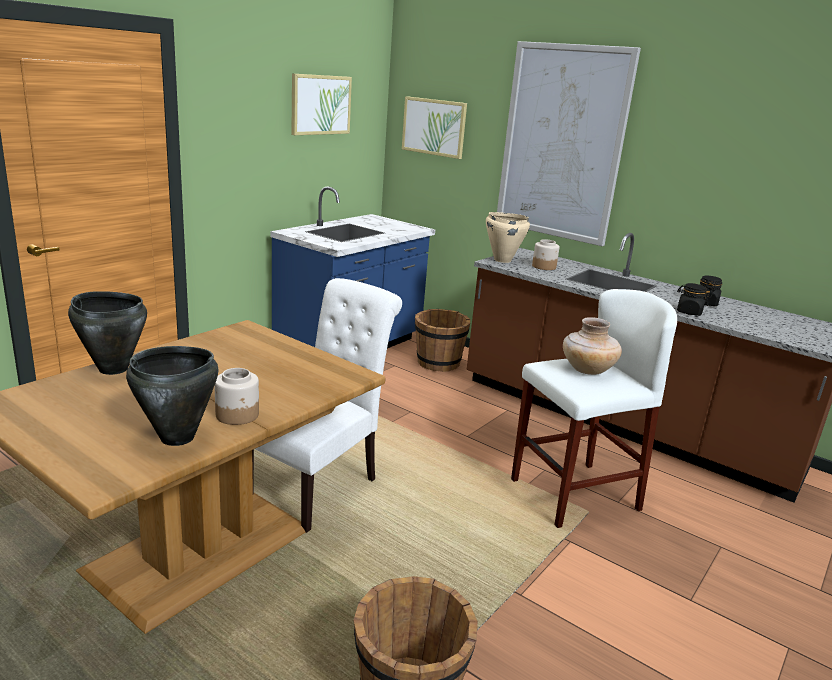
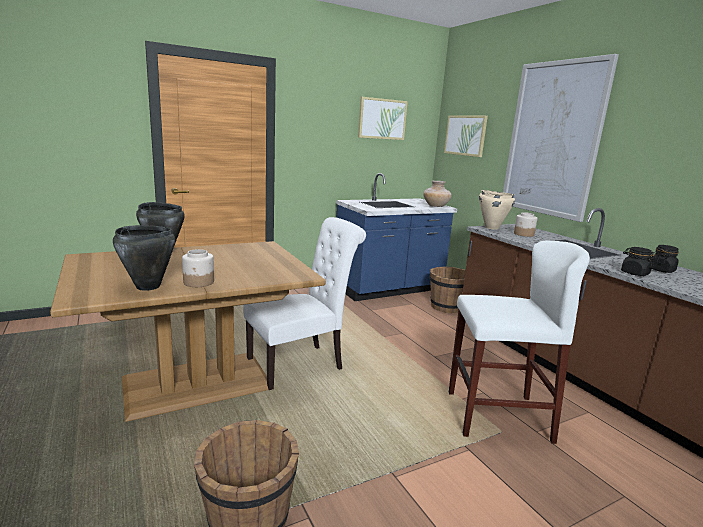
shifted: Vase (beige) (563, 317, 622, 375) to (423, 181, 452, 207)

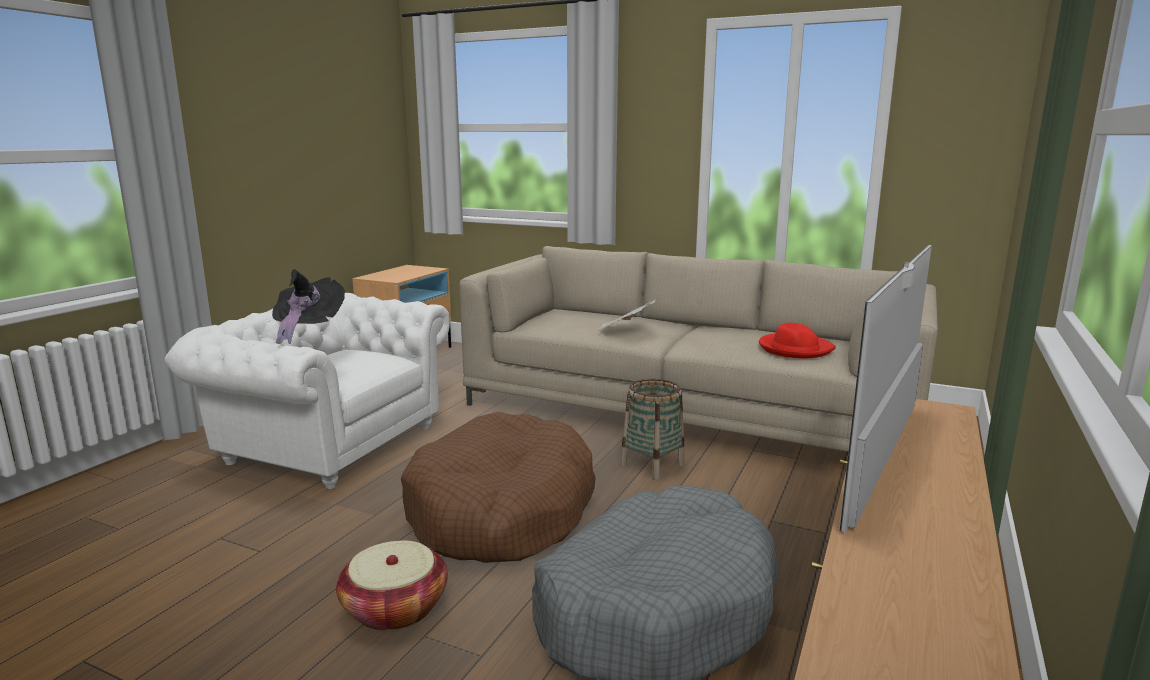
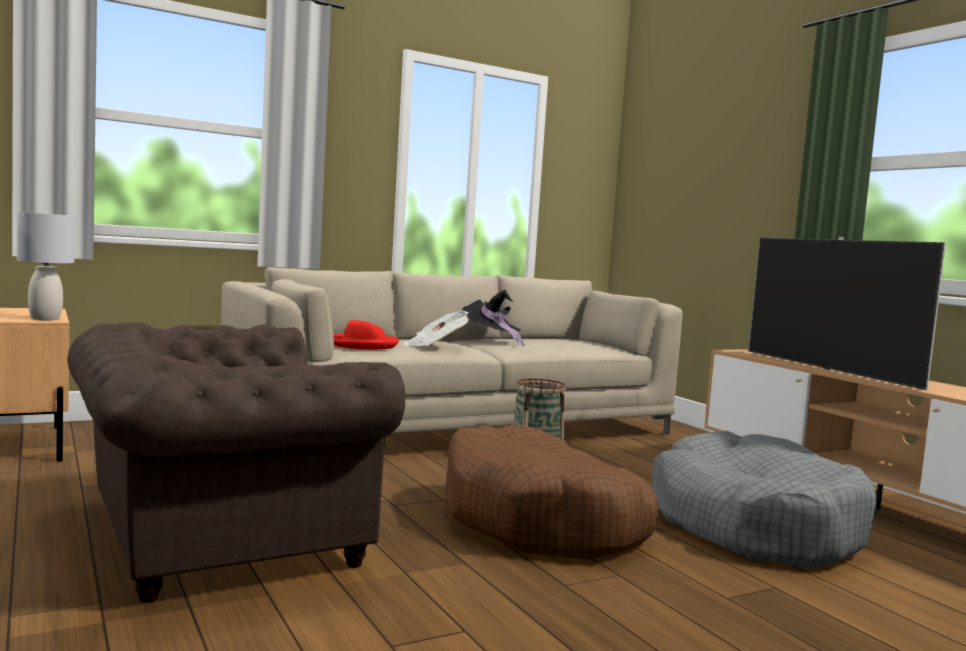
gone: Korb (336, 541, 448, 631)
new: Tischlampe (grau) (17, 212, 75, 320)
shifted: Hut (schwarz) (272, 269, 345, 344) to (462, 290, 525, 346); Hut (rot) (759, 323, 836, 358) to (333, 320, 399, 350)
repainted: Sessel (weiß) (165, 293, 450, 489) to Sessel (braun) (67, 322, 405, 603)

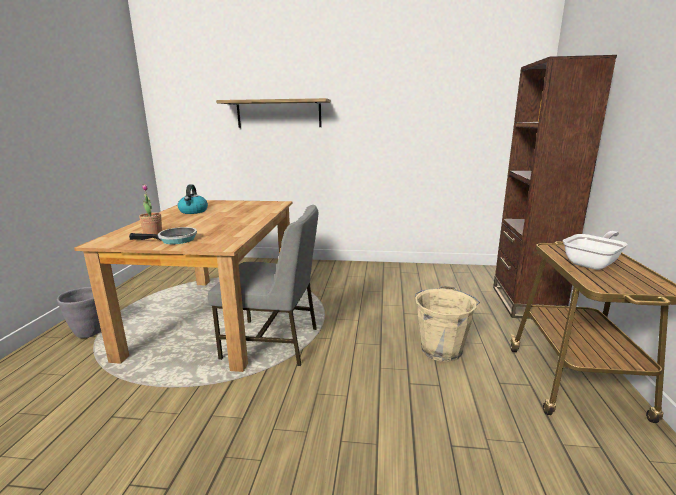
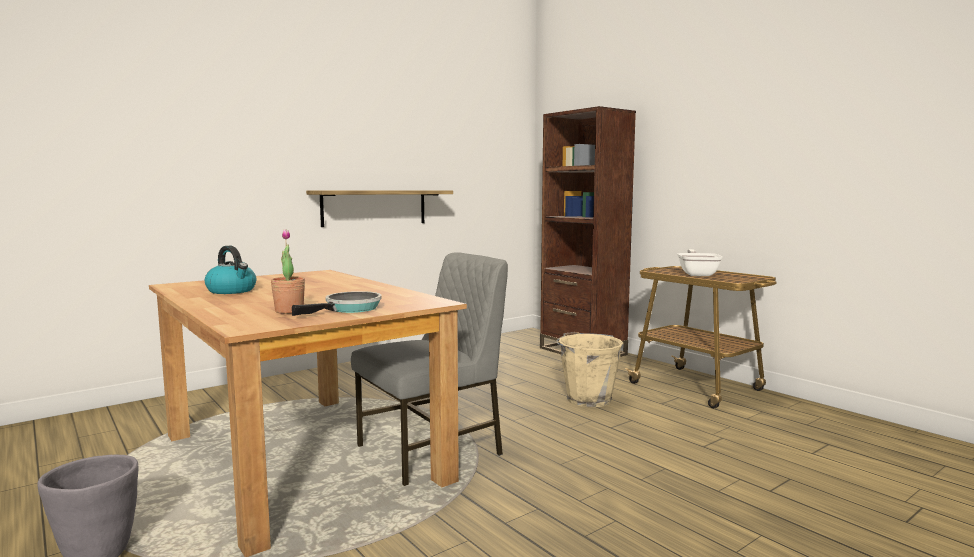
shifted: Wandregal (216, 98, 331, 128) to (306, 190, 453, 227)

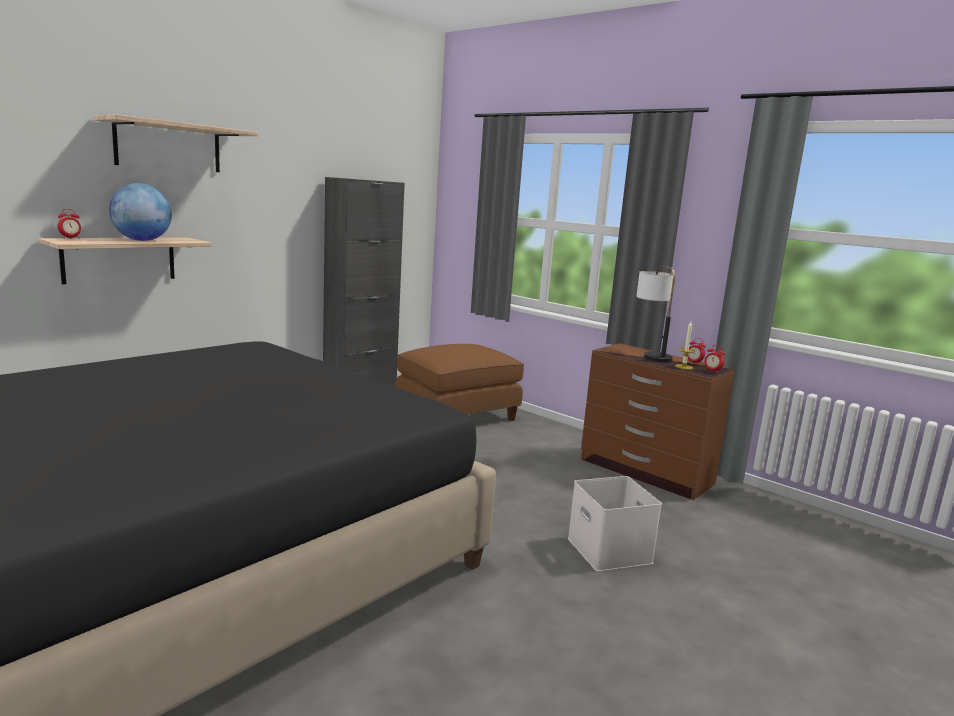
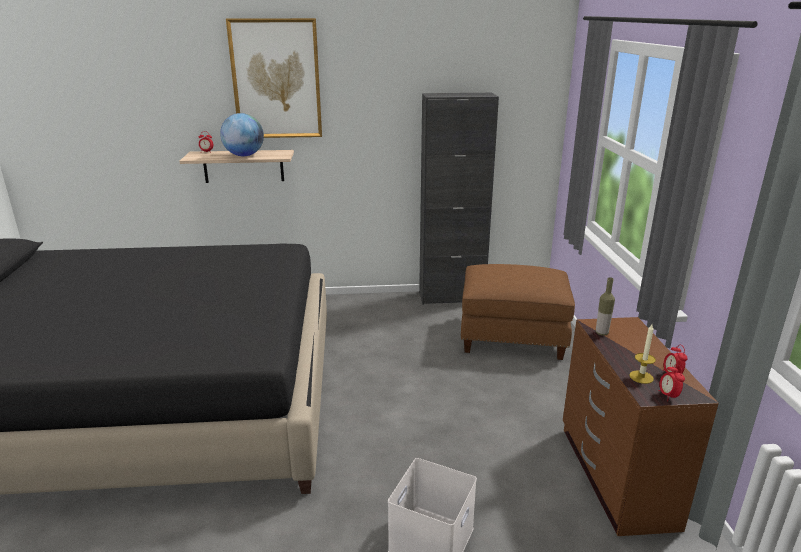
gone: Tischlampe (636, 265, 675, 362)
new: Flasche (596, 277, 615, 336)
swapped: Wandregal (93, 114, 258, 172) to Bild (226, 18, 322, 138)

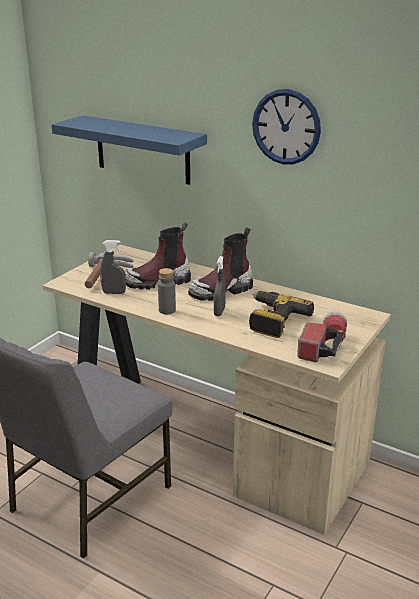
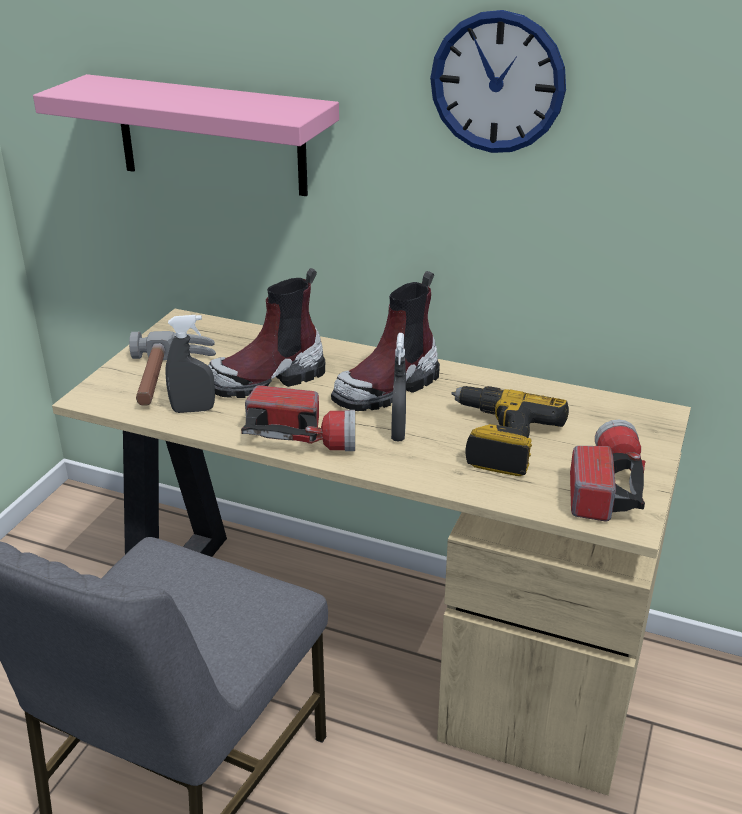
swapped: Flasche (grau) (158, 268, 176, 314) to Taschenlampe (241, 385, 355, 451)
repainted: Wandregal (blau) (52, 115, 207, 185) to Wandregal (rosa) (33, 74, 339, 196)

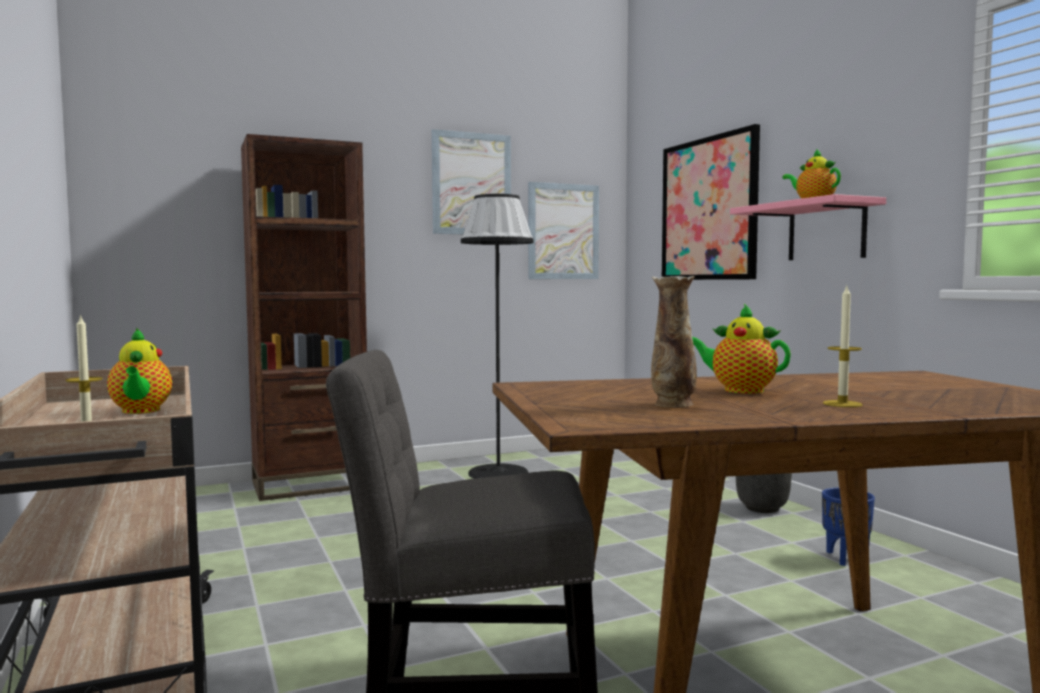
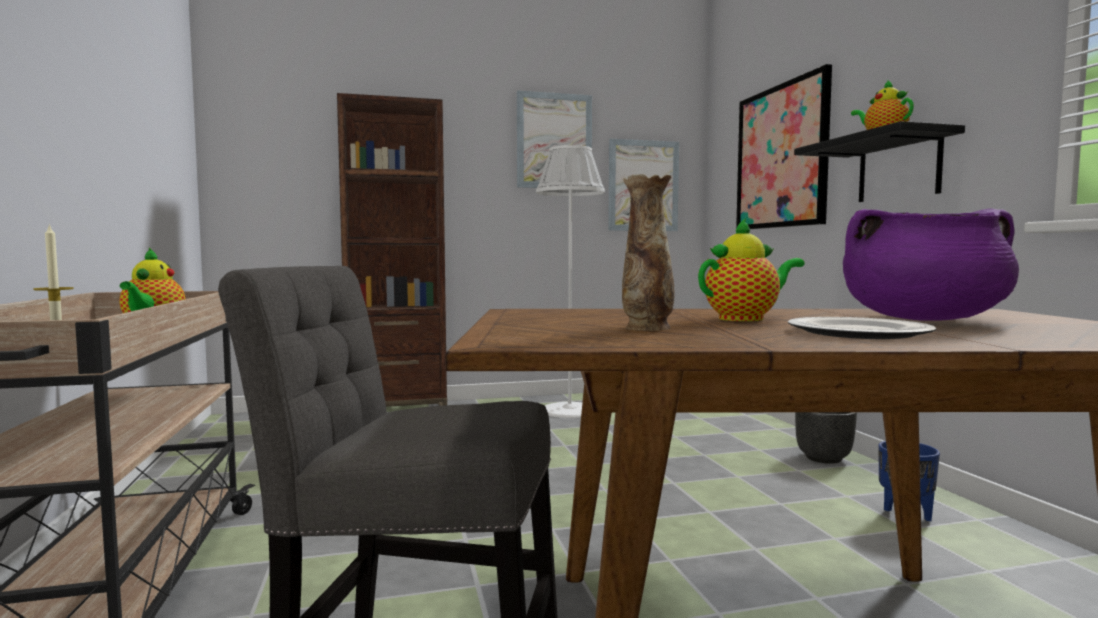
new: Kochtopf (lila) (843, 208, 1019, 321)
swapped: Kerze (823, 286, 863, 407) to Teller (788, 317, 937, 339)
repainted: Stehlampe (schwarz) (461, 194, 534, 479) to Stehlampe (weiß) (536, 145, 605, 418); Wandregal (rosa) (730, 194, 886, 260) to Wandregal (schwarz) (794, 121, 965, 202)
rotated: Teekanne (692, 304, 791, 394) = (698, 218, 804, 321) 120 degrees clockwise

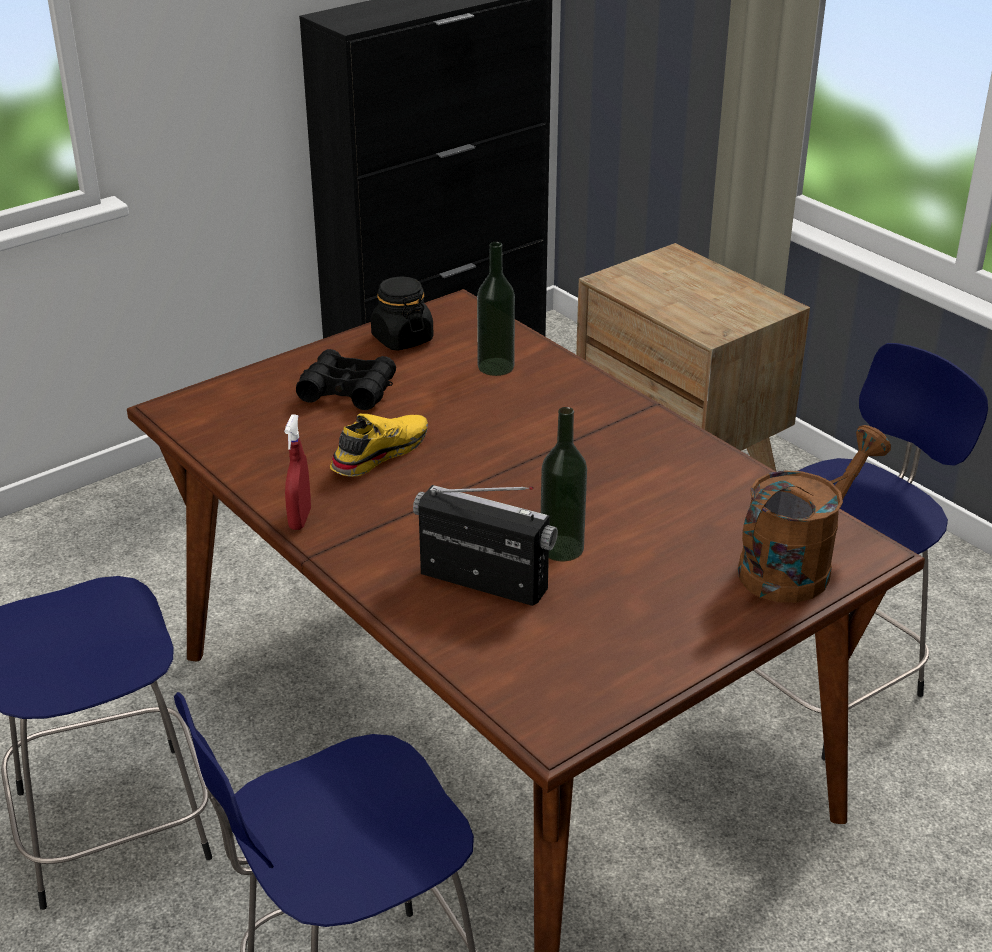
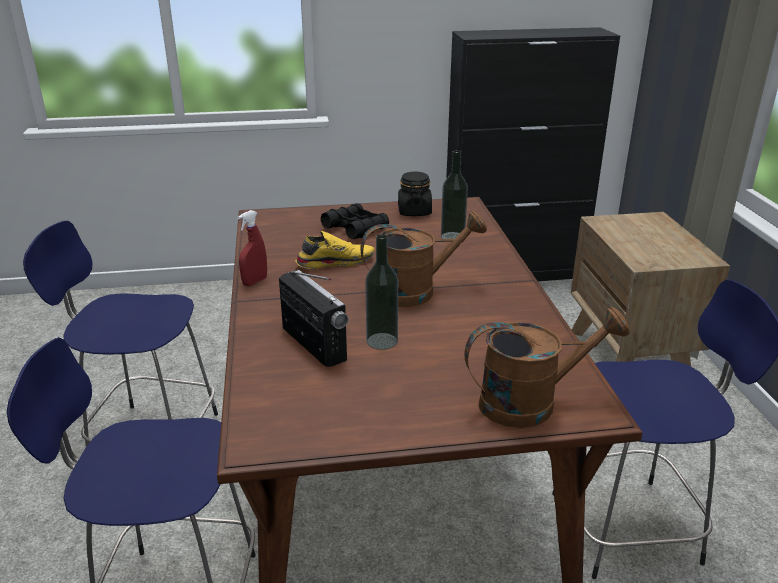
new: Gießkanne (braun) (360, 211, 487, 307)

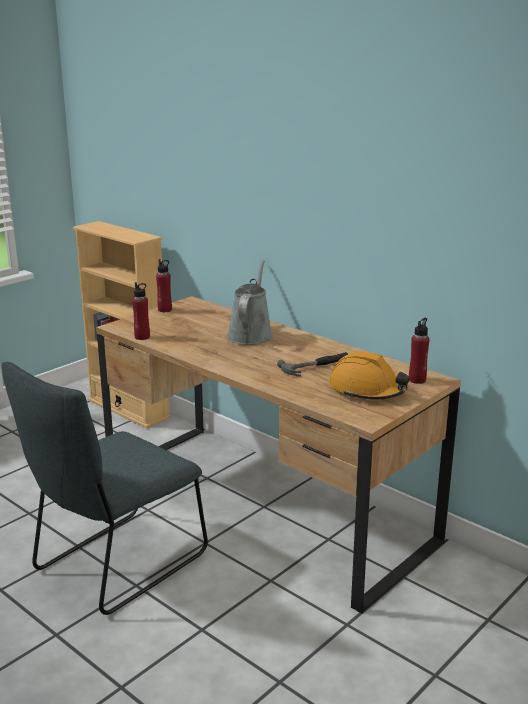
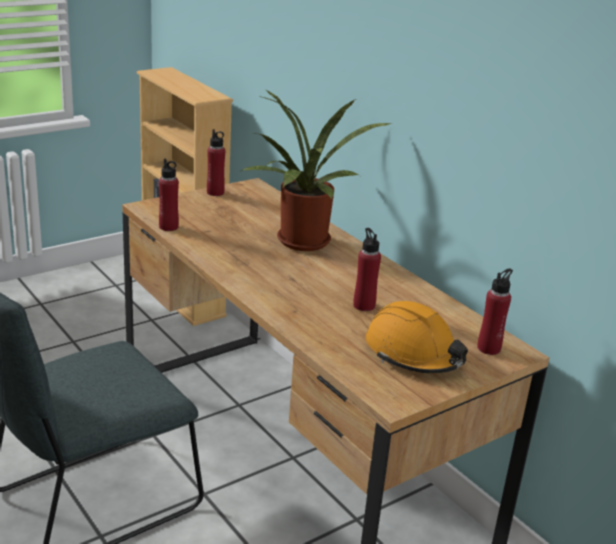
swapped: Gießkanne (grau) (226, 260, 273, 345) to Topfpflanze (243, 88, 392, 251); Hammer (277, 352, 348, 377) to Flasche (rot) (353, 228, 381, 311)

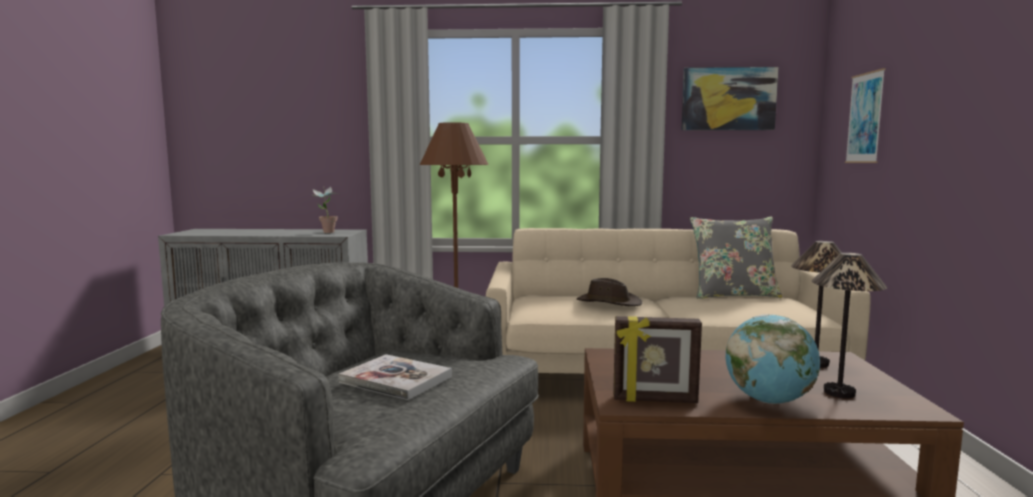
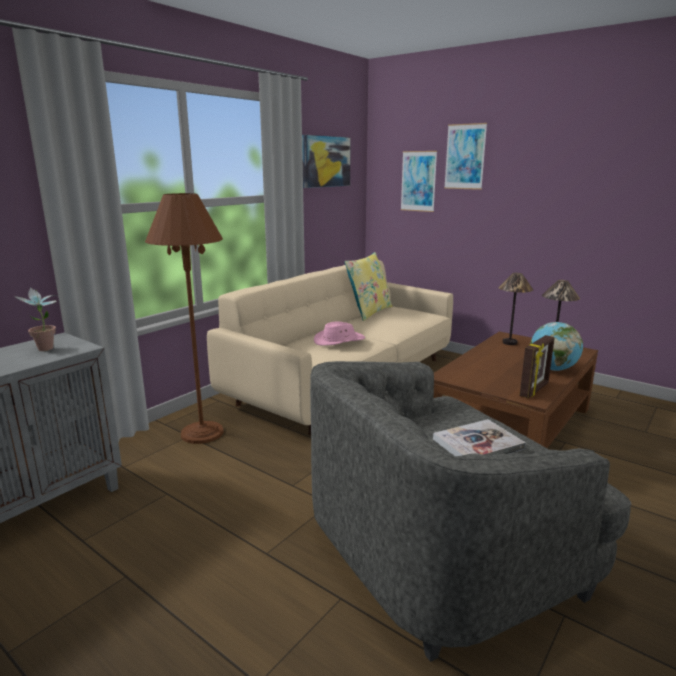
new: Bild (444, 123, 487, 190)
repainted: Kissen (grau) (690, 217, 782, 299) to Kissen (gelb) (344, 252, 392, 321); Hut (braun) (577, 278, 643, 306) to Hut (rosa) (314, 322, 365, 346)

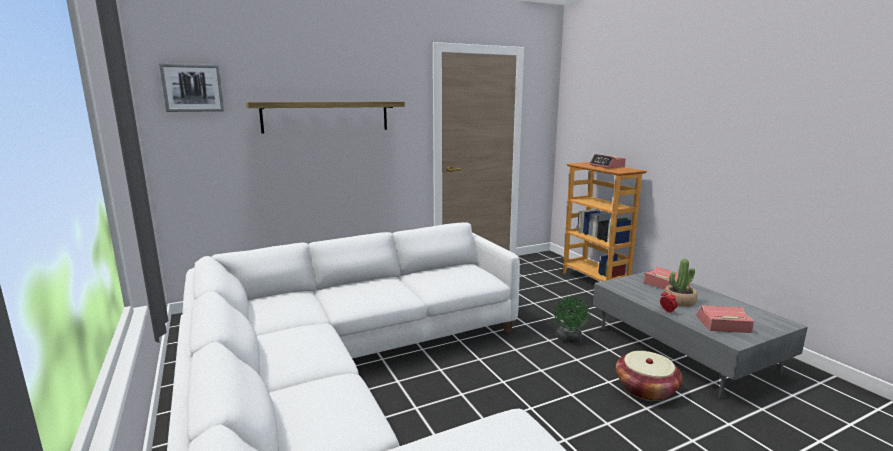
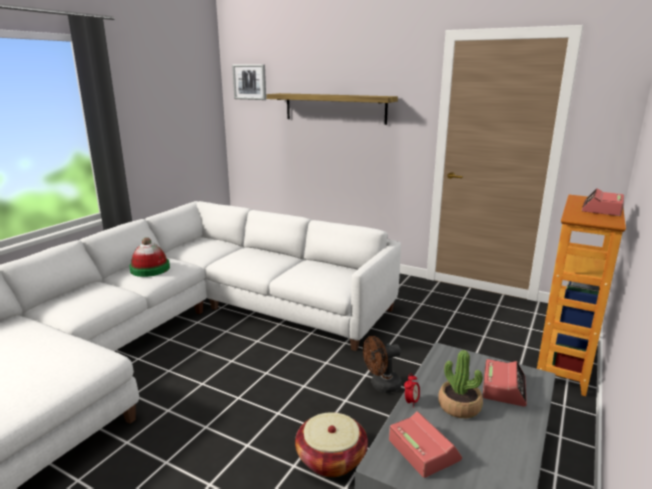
new: Hut (130, 237, 170, 277)
repainted: Ventilator (grün) (554, 296, 590, 343) to Ventilator (braun) (363, 336, 401, 393)

